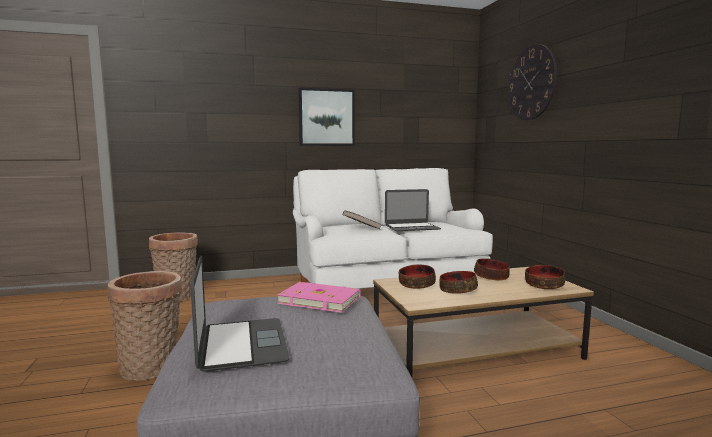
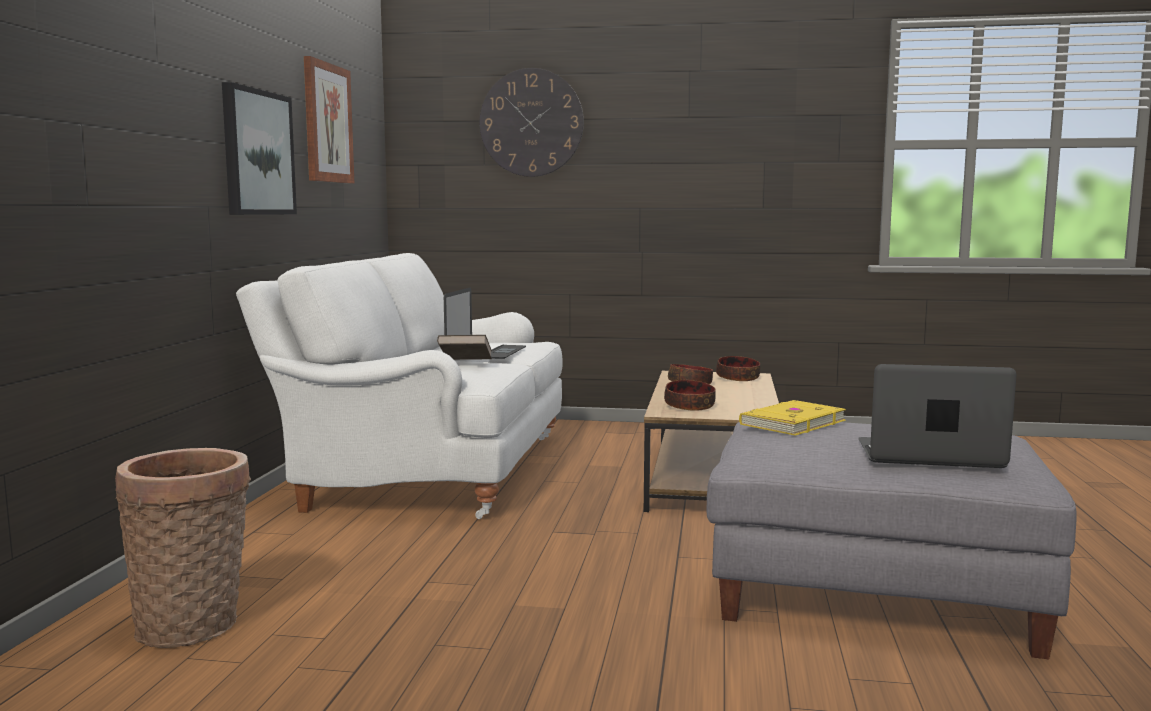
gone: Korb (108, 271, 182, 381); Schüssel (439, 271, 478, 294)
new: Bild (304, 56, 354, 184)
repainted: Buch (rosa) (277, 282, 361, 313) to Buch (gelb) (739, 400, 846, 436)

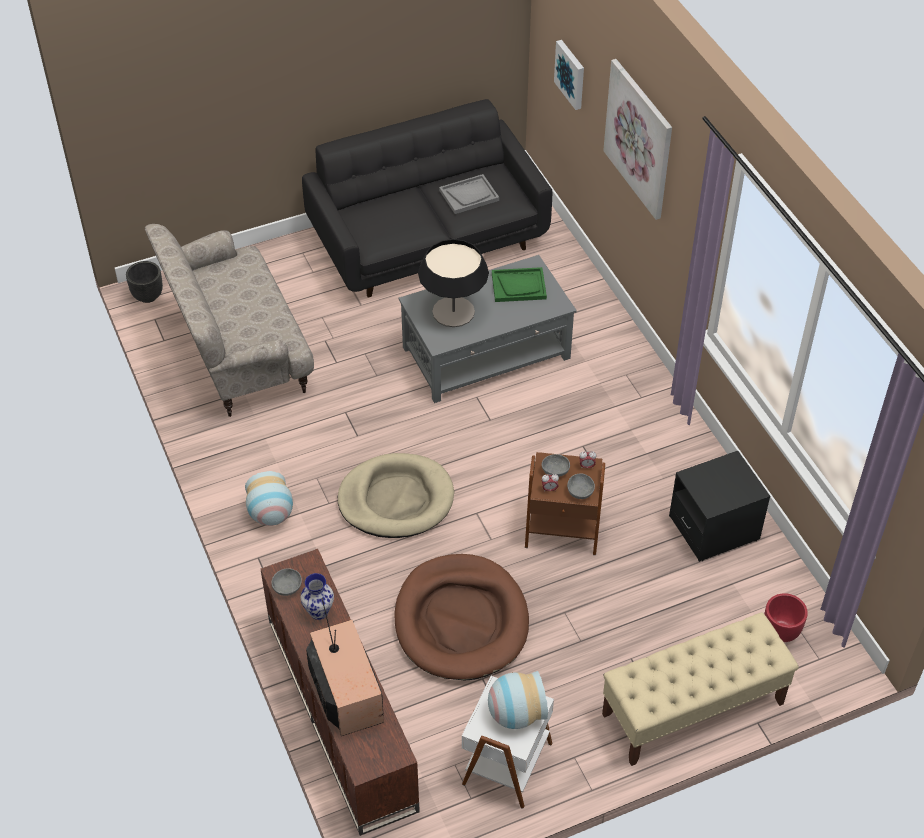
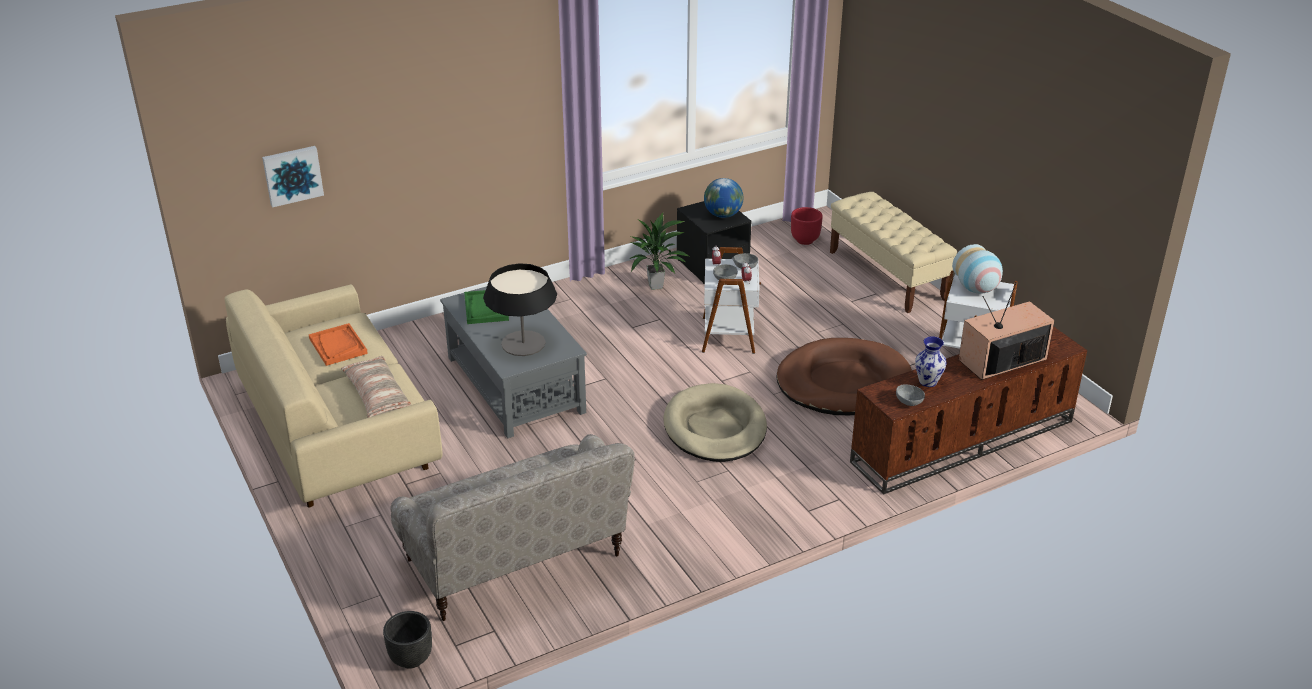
gone: Bild (603, 59, 672, 220); Vase (245, 471, 293, 526)
new: Globus (704, 178, 744, 218); Topfpflanze (630, 213, 689, 290); Kissen (341, 356, 411, 418)
repainted: Sofa (schwarz) (302, 99, 552, 298) to Sofa (beige) (225, 284, 443, 508); Tablett (grau) (439, 174, 499, 214) to Tablett (orange) (309, 323, 368, 366); Beistelltisch (braun) (525, 452, 605, 555) to Beistelltisch (weiß) (702, 247, 761, 354)

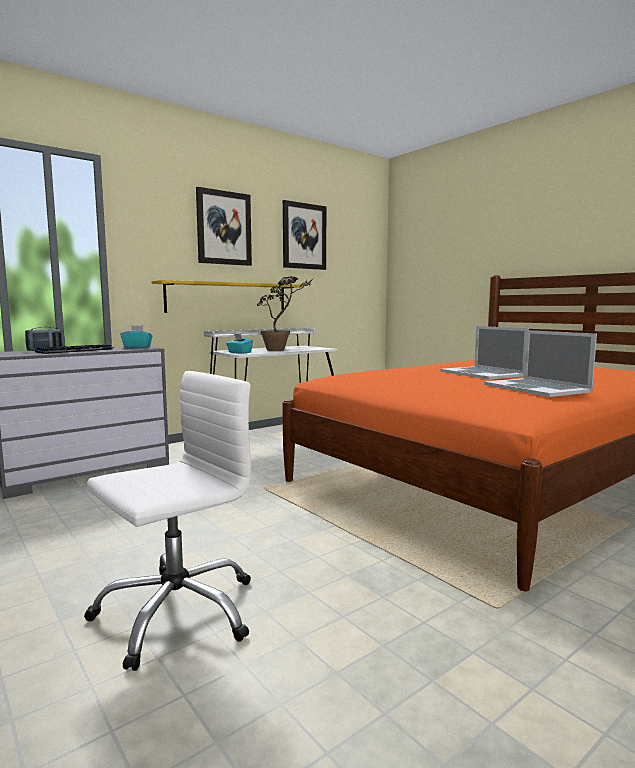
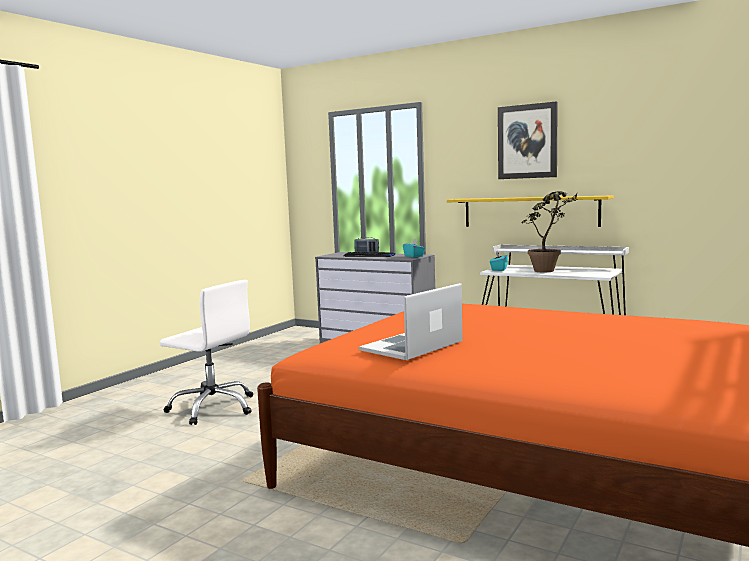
gone: Bild (283, 200, 326, 270); Laptop (440, 326, 529, 380)

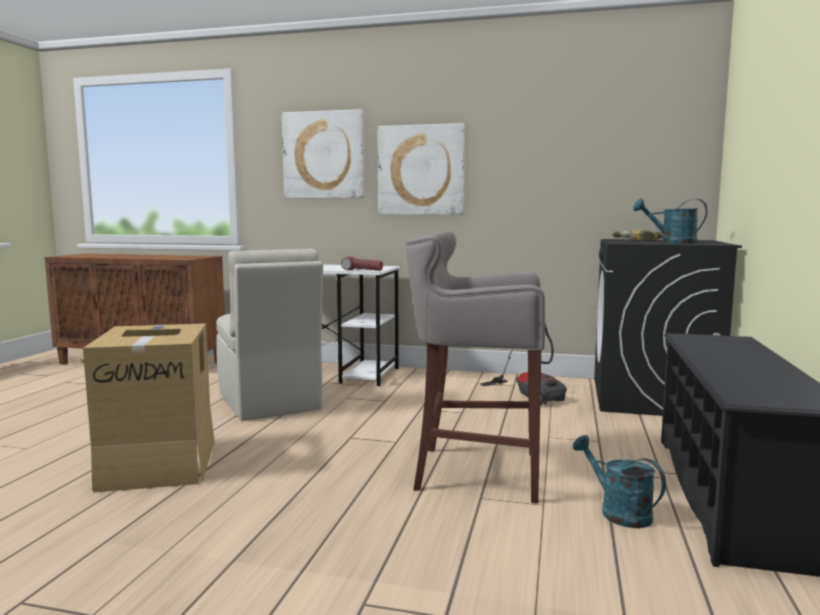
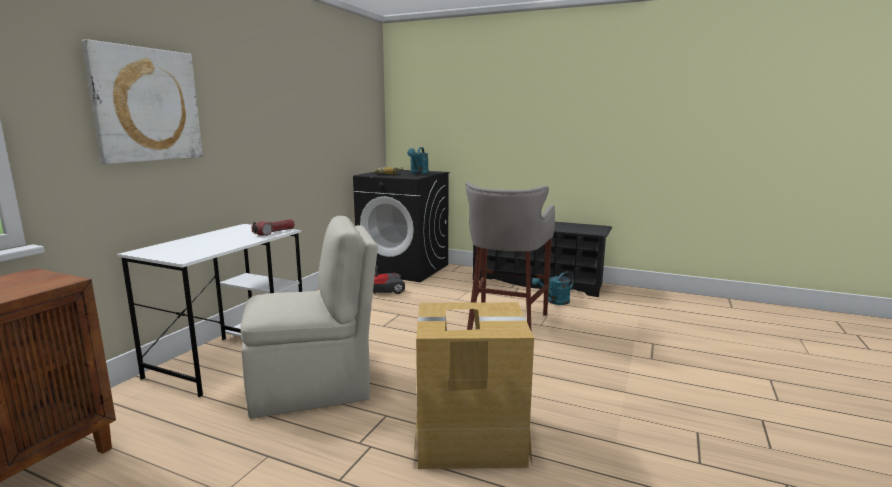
gone: Bild (377, 123, 465, 215)

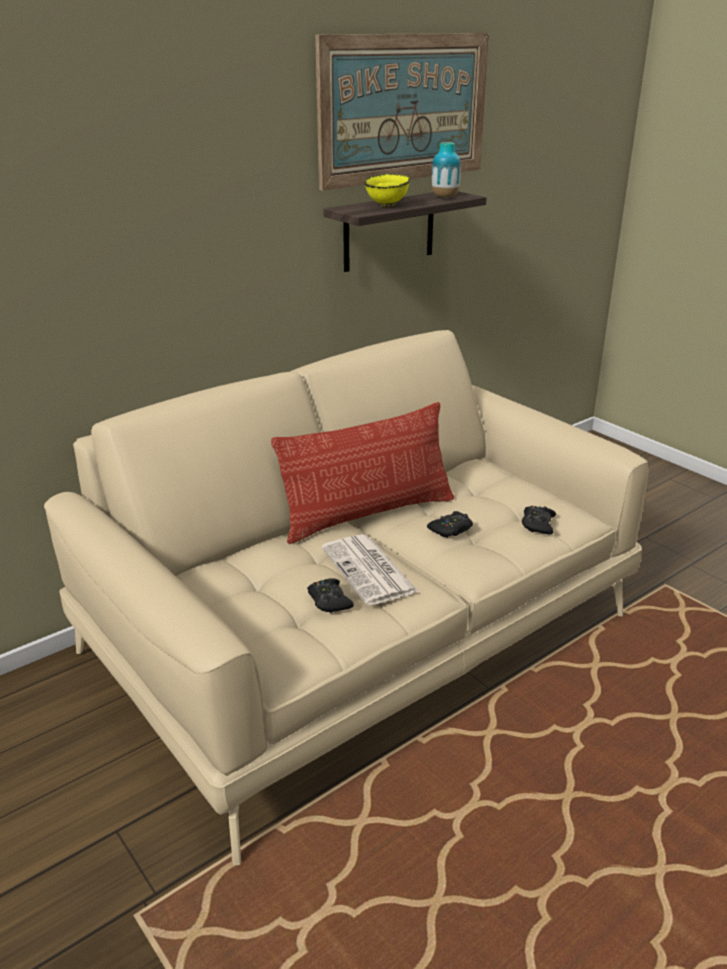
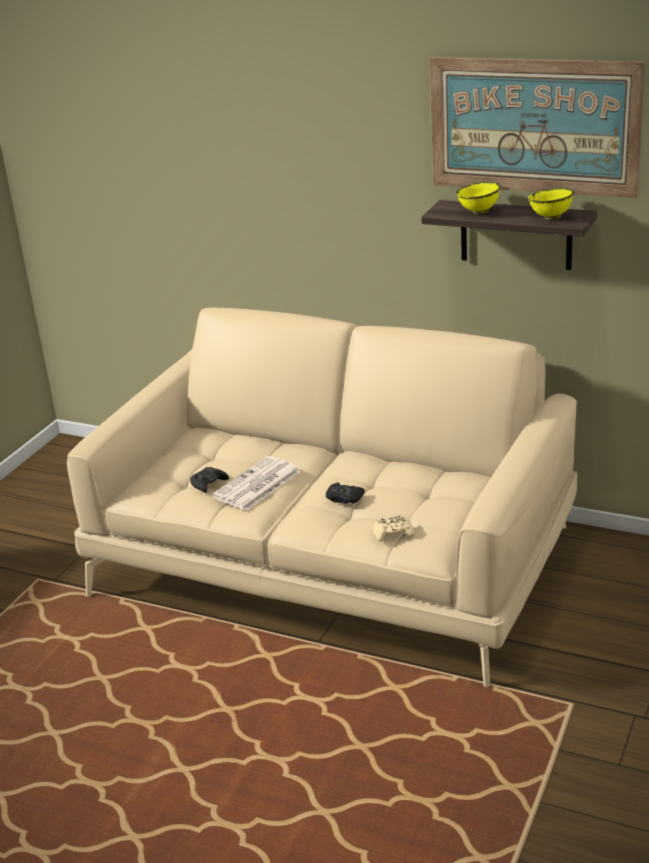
gone: Kissen (271, 402, 454, 544)
swapped: Vase (432, 142, 461, 198) to Schüssel (gelb) (528, 188, 574, 220)
repainted: Gamepad (schwarz) (522, 506, 556, 535) to Gamepad (beige) (374, 515, 414, 542)

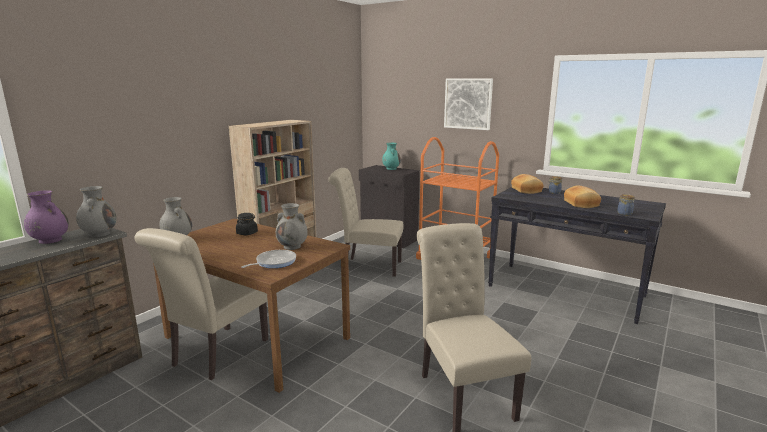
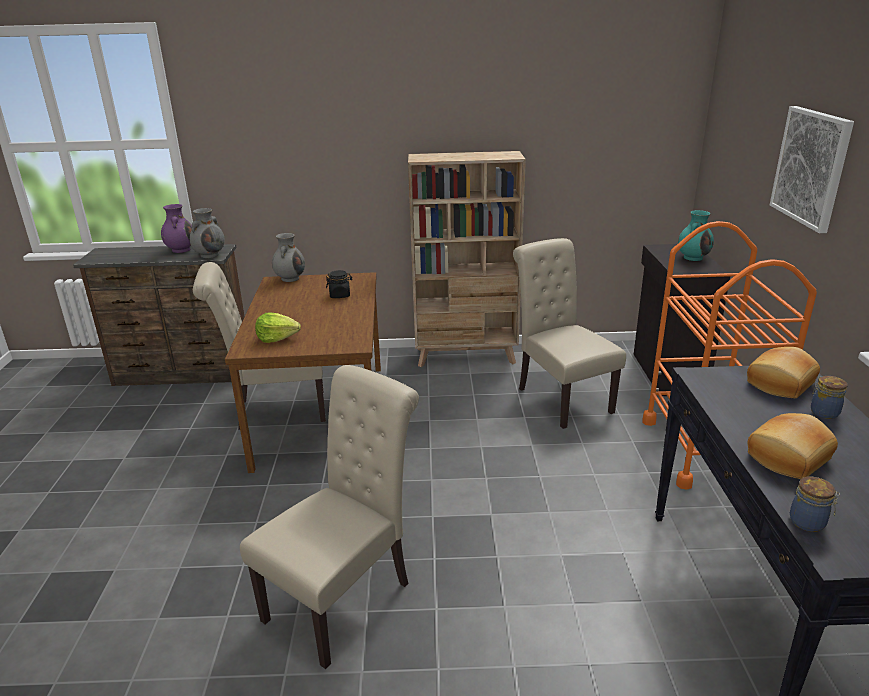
gone: Vase (grau) (276, 203, 308, 250)
swapped: Pfanne (241, 250, 296, 268) to Salatkopf (255, 312, 301, 343)

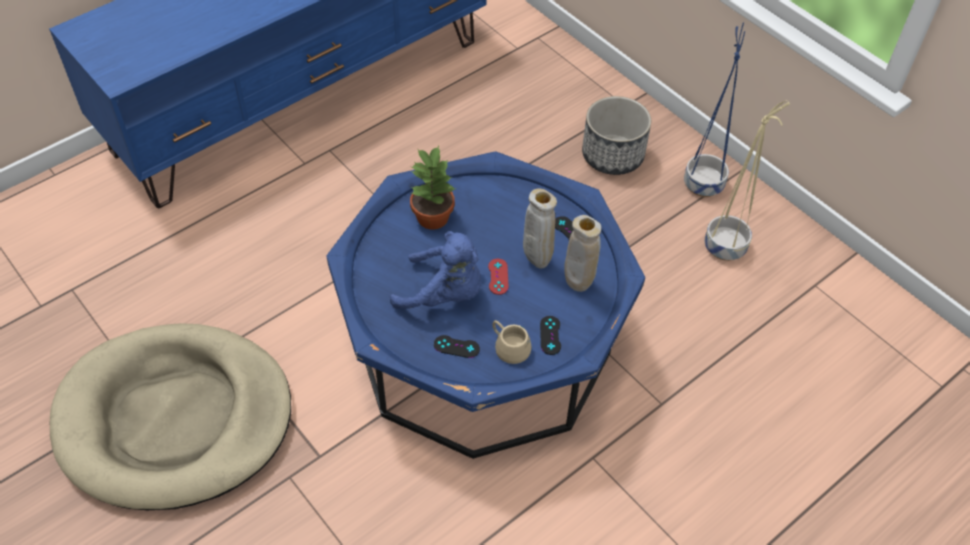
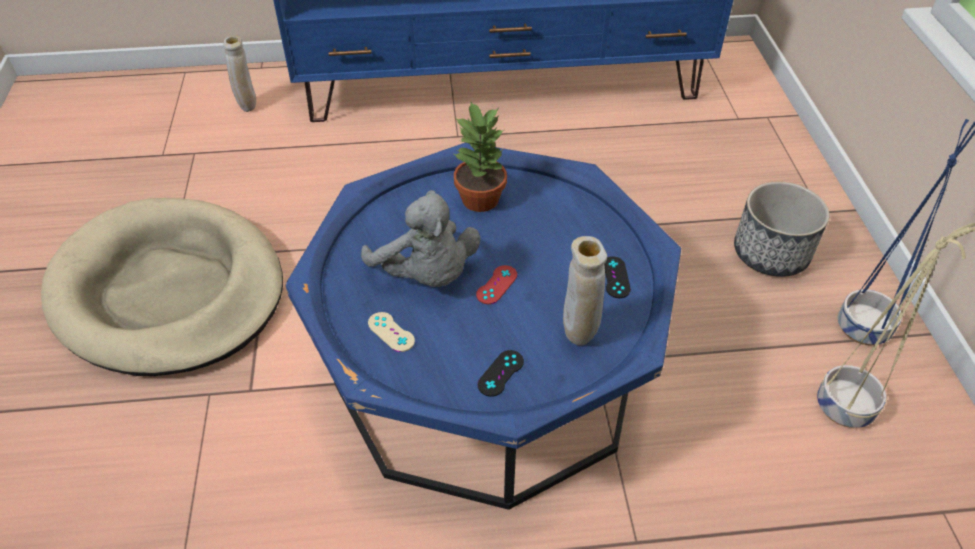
gone: Henkelbecher (beige) (492, 320, 532, 364)
shifted: Vase (beige) (523, 188, 557, 268) to (224, 35, 256, 112)
repainted: Plüschtier (blau) (390, 231, 481, 309) to Plüschtier (grau) (361, 190, 480, 287); Gamepad (schwarz) (434, 335, 480, 358) to Gamepad (beige) (368, 312, 415, 352)

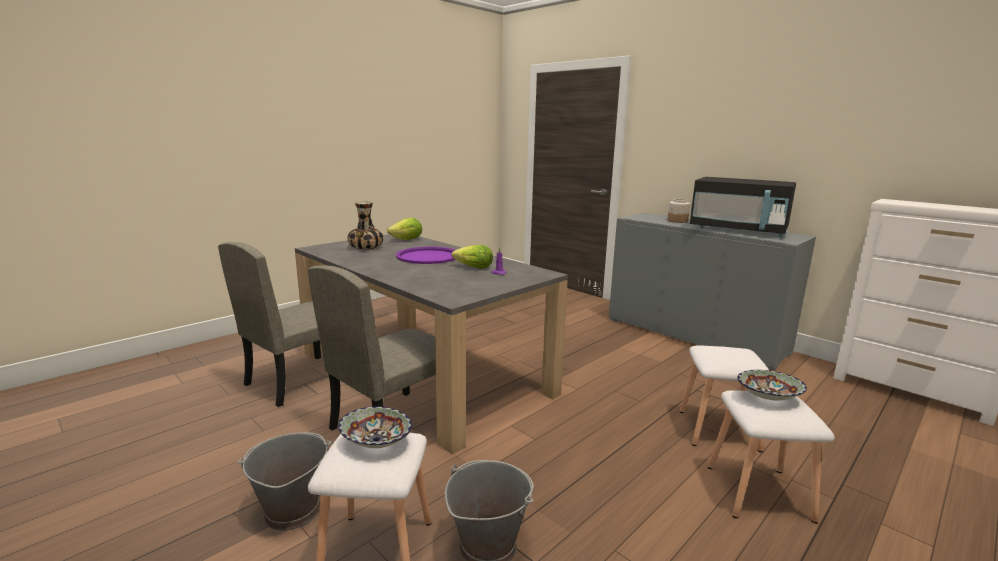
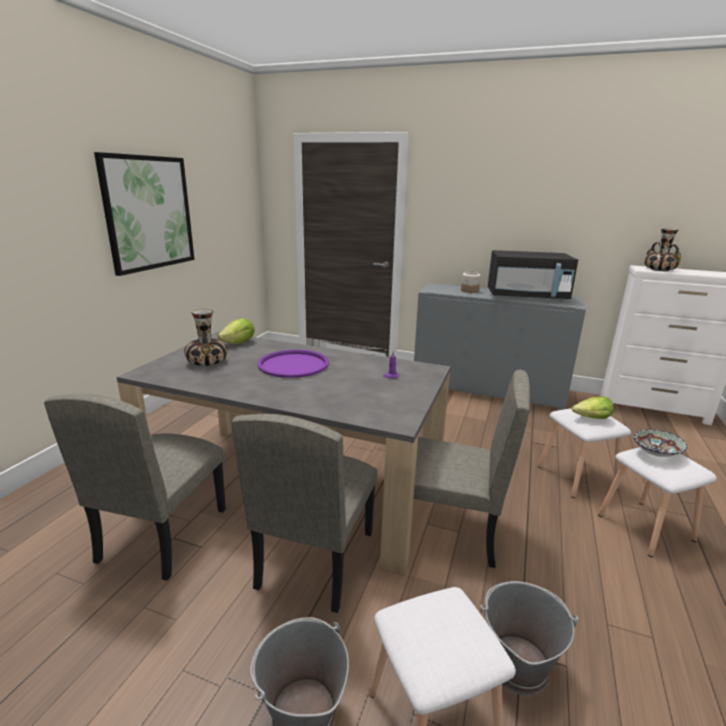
gone: Schüssel (338, 407, 412, 448)
new: Bild (94, 152, 195, 276); Vase (644, 228, 681, 271); Stuhl (beige) (414, 370, 530, 568)
shifted: Salatkopf (451, 245, 493, 269) to (572, 396, 614, 419)

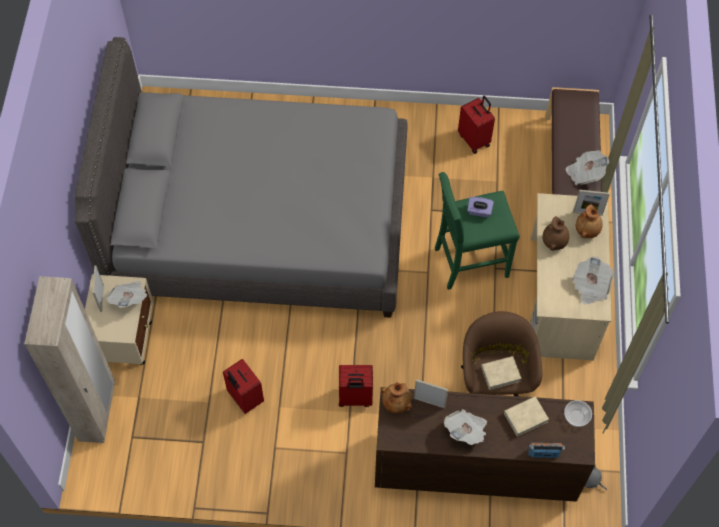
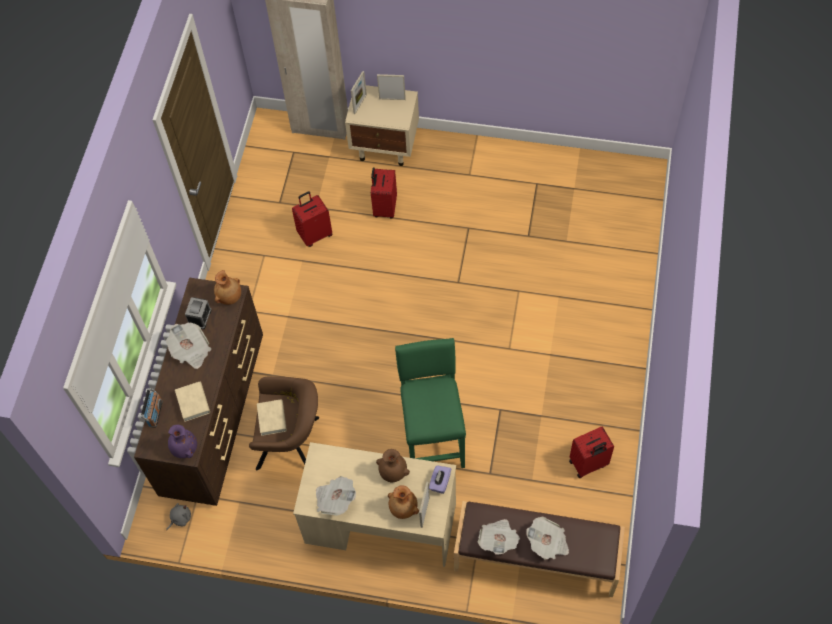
gone: Bett (grau) (74, 37, 408, 318)
new: Wecker (185, 297, 212, 329)
shifted: Taschentuchbox (lila) (467, 197, 494, 217) to (429, 465, 451, 494); Zeitung (106, 281, 147, 308) to (526, 517, 569, 560); Koffer (rot) (339, 365, 373, 407) to (371, 167, 397, 218); Bilderrahmen (414, 379, 448, 409) to (351, 71, 367, 114)
swapped: Schüssel (564, 400, 592, 427) to Vase (lila) (168, 424, 197, 458)

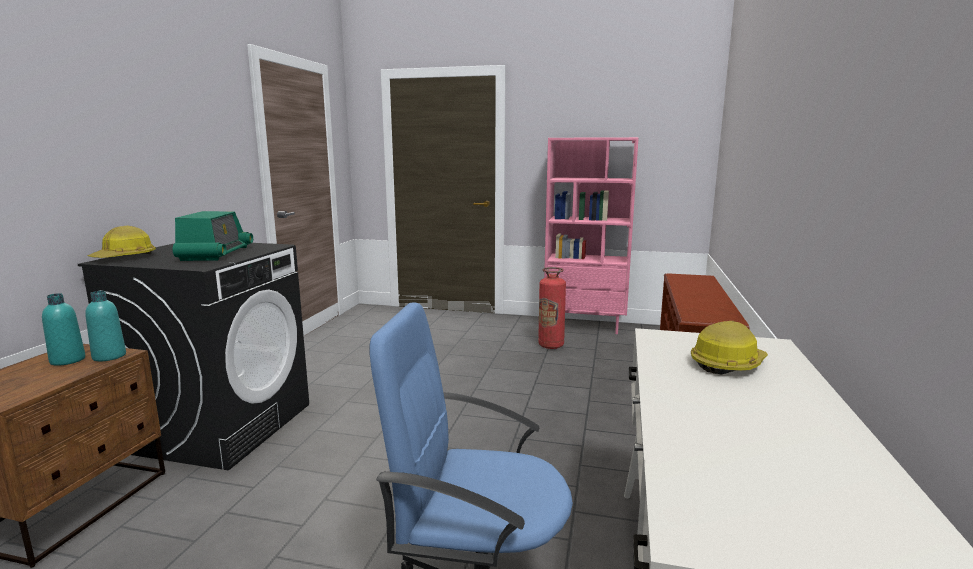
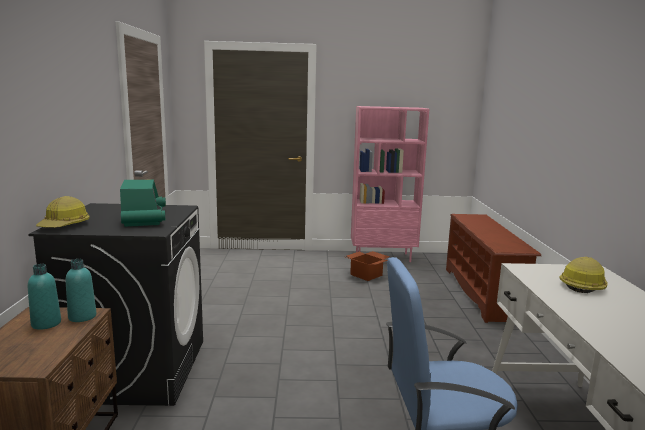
swapped: Feuerlöscher (538, 267, 566, 349) to Karton (346, 251, 390, 281)

